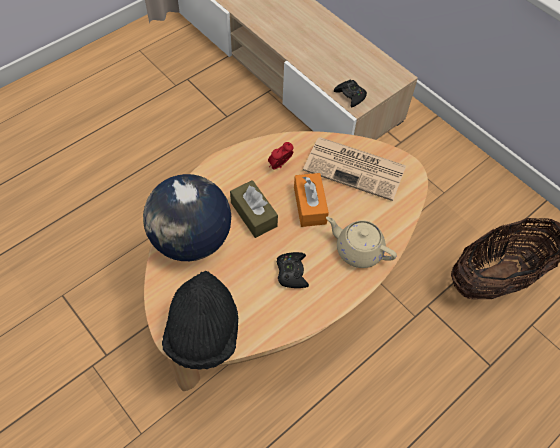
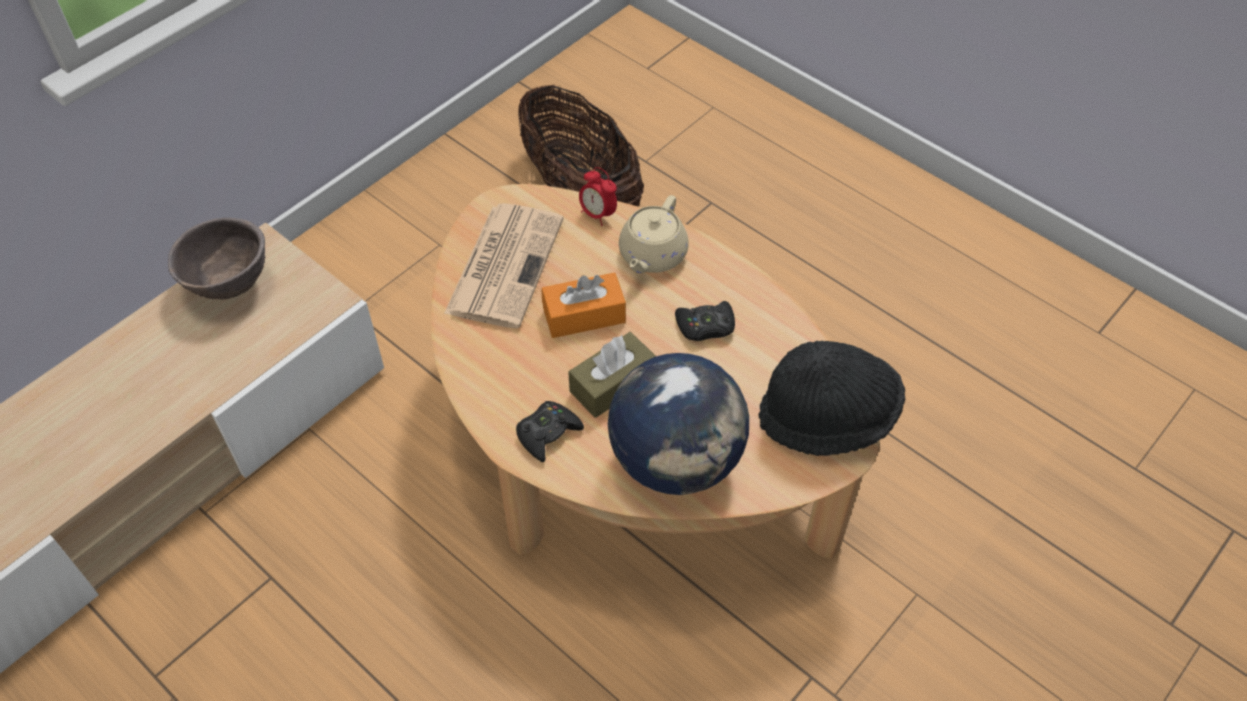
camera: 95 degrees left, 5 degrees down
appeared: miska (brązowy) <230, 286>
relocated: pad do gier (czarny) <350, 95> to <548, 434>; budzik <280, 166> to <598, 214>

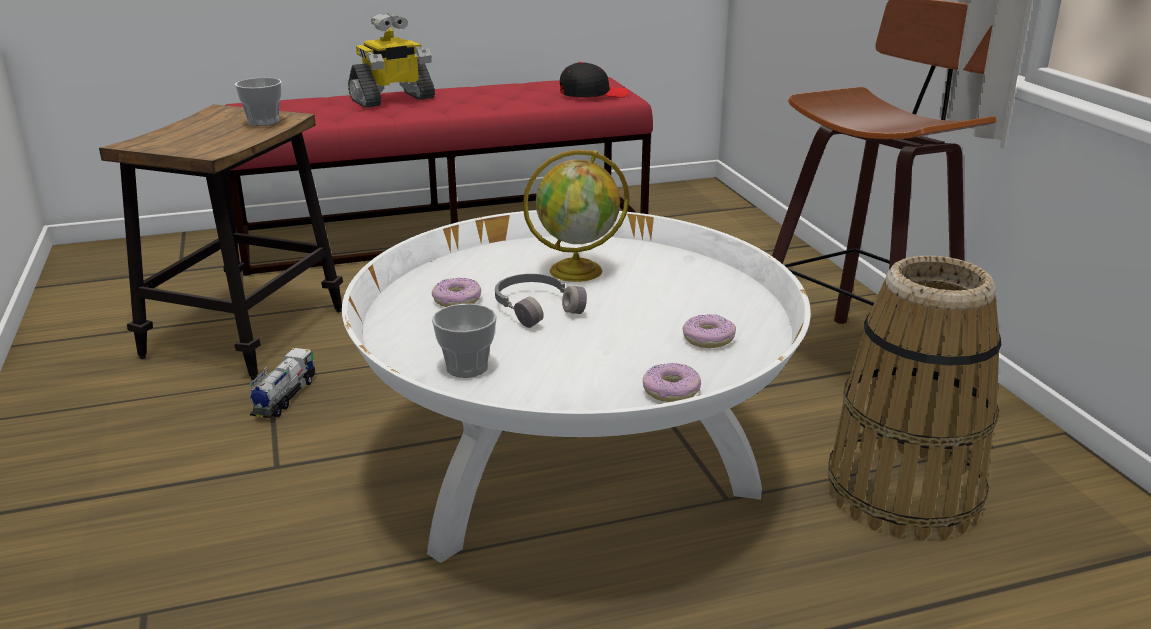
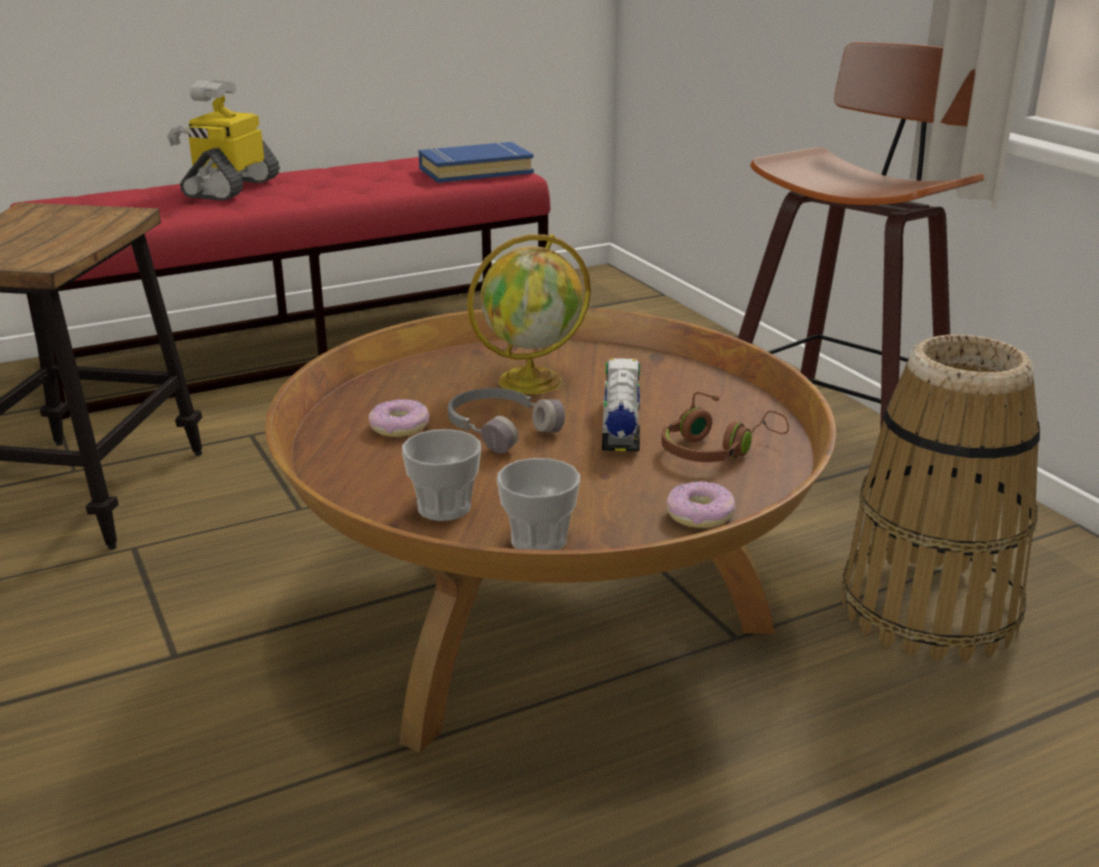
camera: 10 degrees left, 0 degrees up
relocated: filiżanka <263, 122> to <538, 540>; ciężarówka zabawkowa <284, 397> to <621, 427>
exchanged: czapka z daszkiem (czarny) <593, 94> to książka (niebieski) <475, 171>; donut <708, 339> to słuchawki (brązowy) <716, 450>
colour: ława (biały) <575, 469> to ława (brązowy) <549, 621>
spun: robot zabawkowy <392, 99> = <230, 188> 150 degrees clockwise

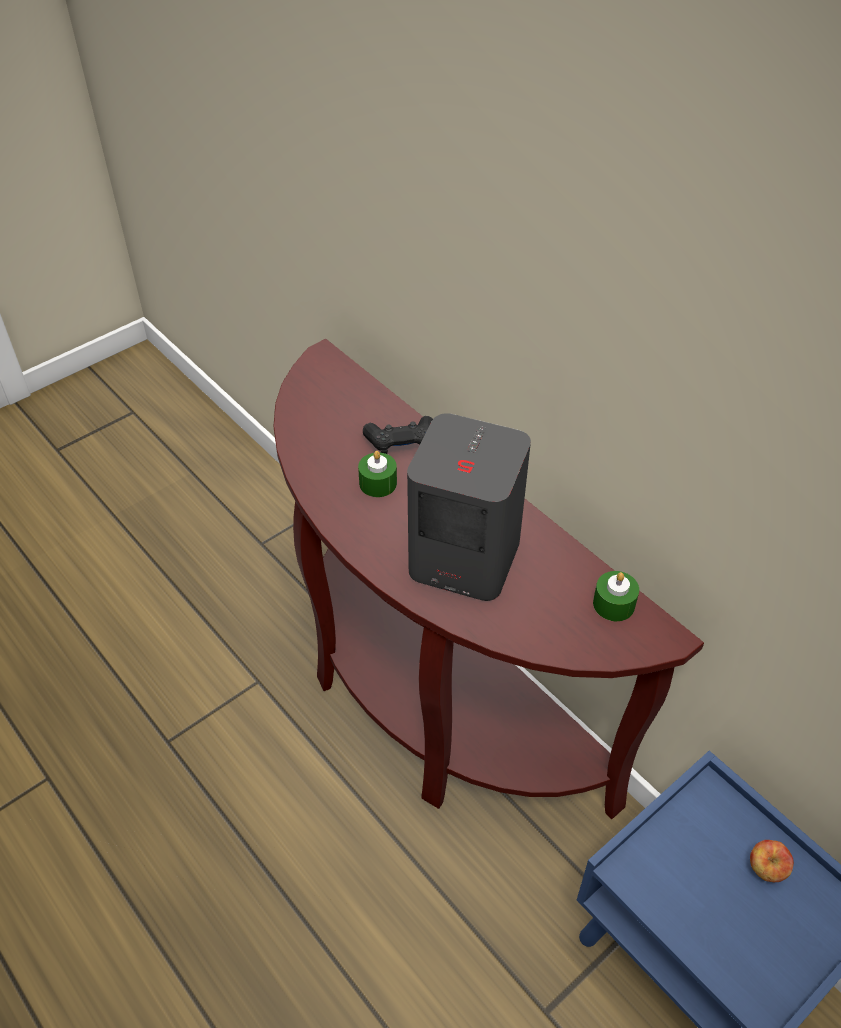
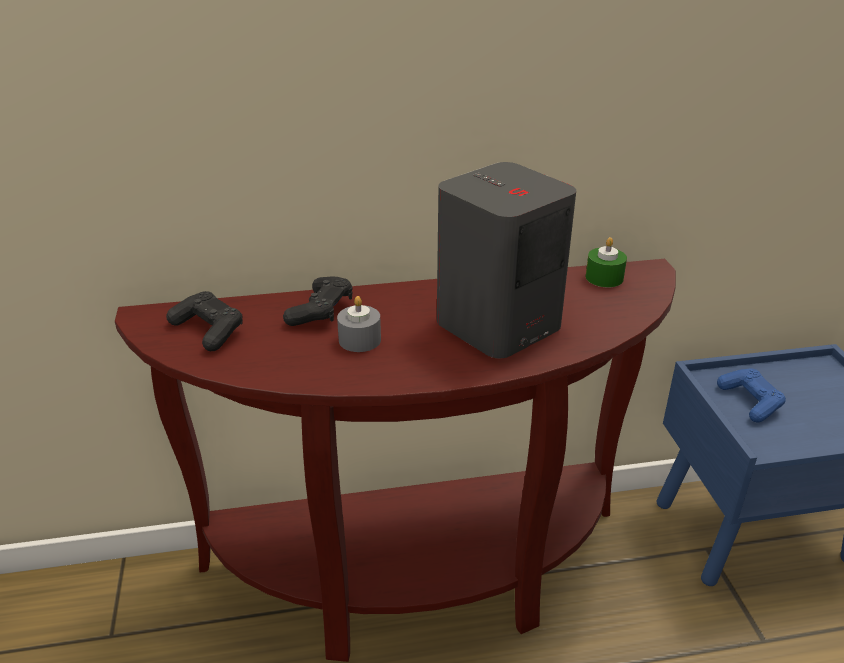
camera: 60 degrees left, 15 degrees down
missing: jabłko <766, 869>
appeared: pad do gier (czarny) <208, 330>; pad do gier (niebieski) <750, 401>
colour: świeca (zielony) <378, 483> to świeca (szary) <359, 340>

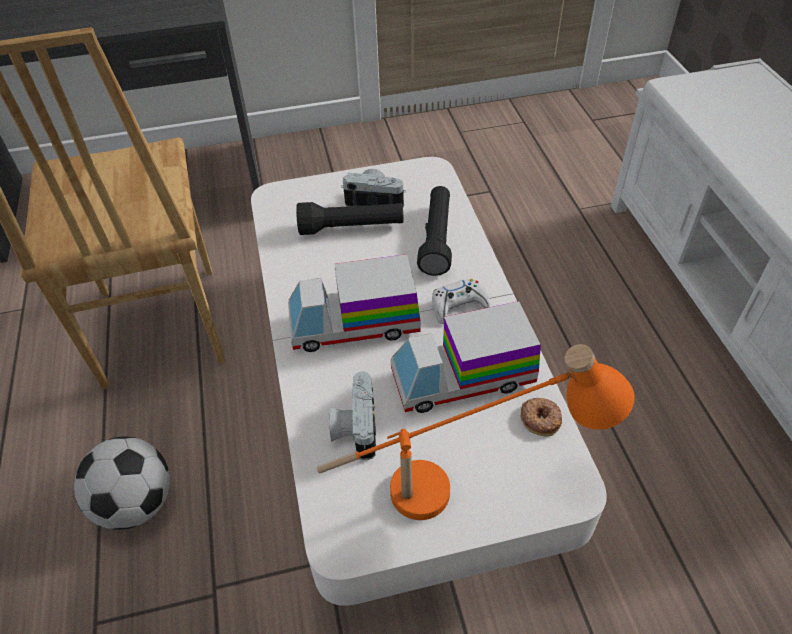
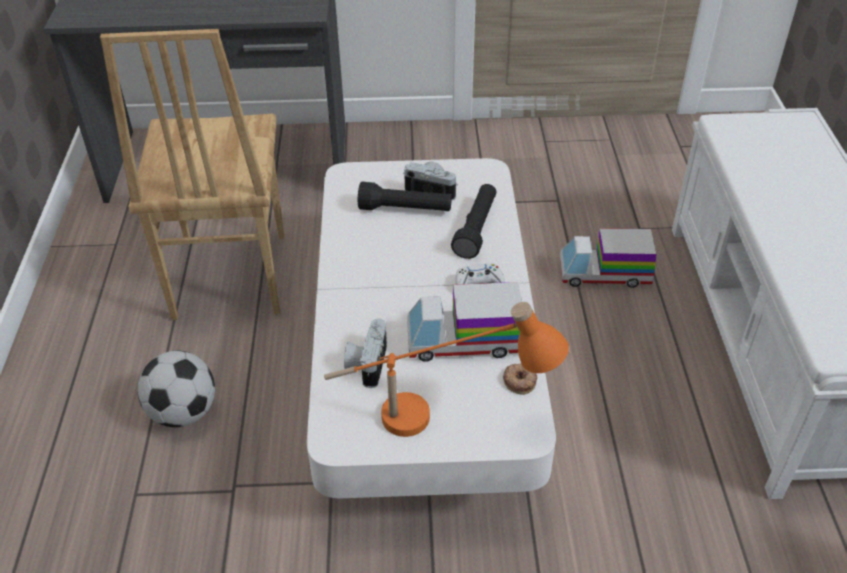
camera: 10 degrees right, 5 degrees down
relocated: ciężarówka zabawkowa <354, 324> to <604, 274>

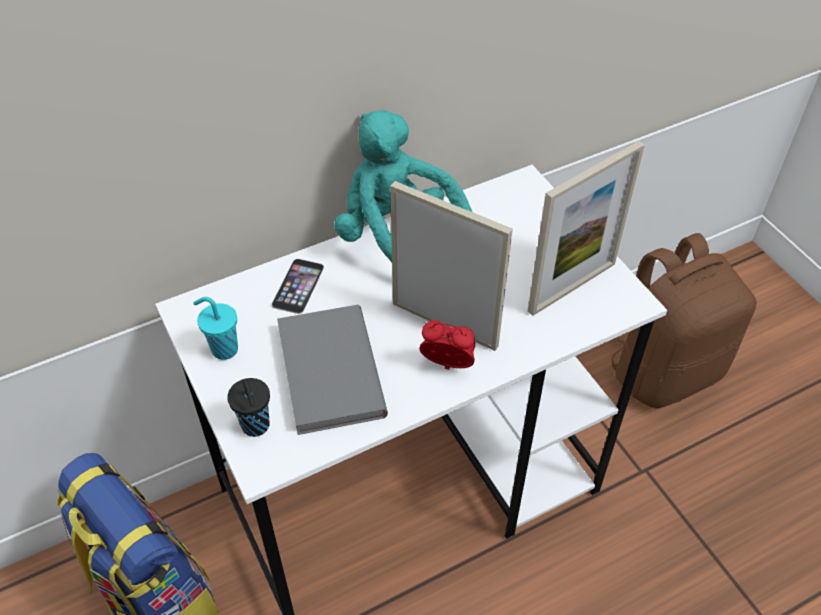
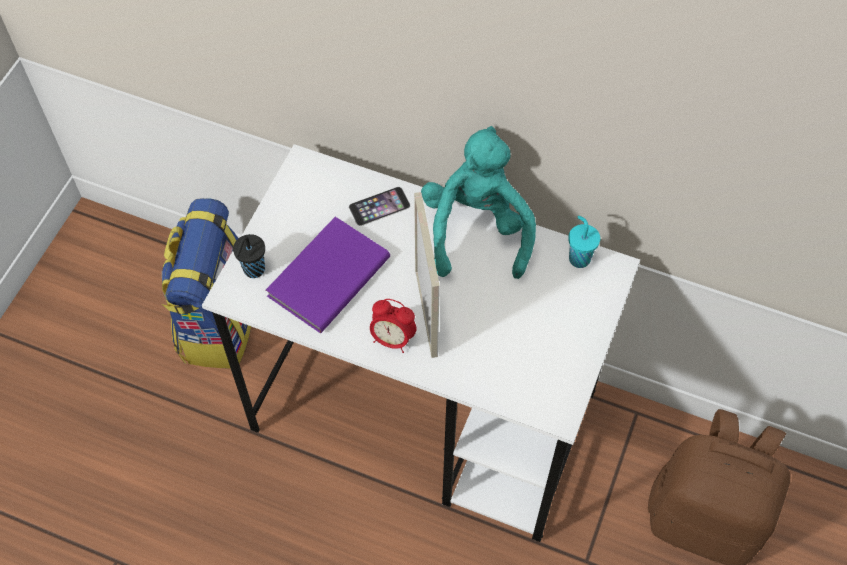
camera: 50 degrees right, 10 degrees up
missing: ramka na zdjęcie <572, 287>
relocated: filiżanka (turkusowy) <223, 349> to <579, 258>
colour: książka (szary) <327, 373> to książka (fioletowy) <325, 276>
spun: budzik <447, 366> = <392, 339> 135 degrees clockwise

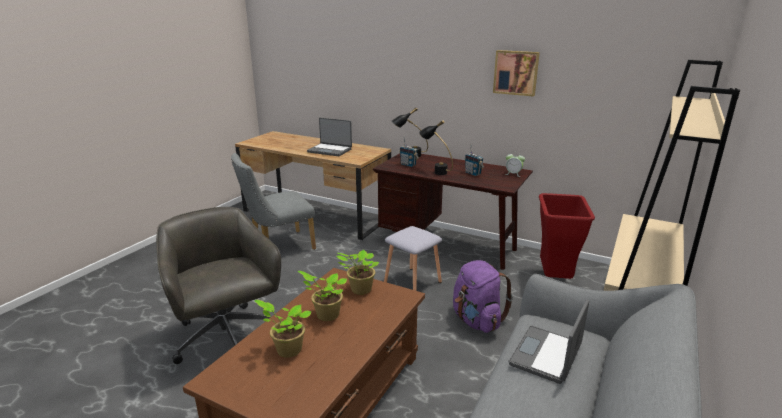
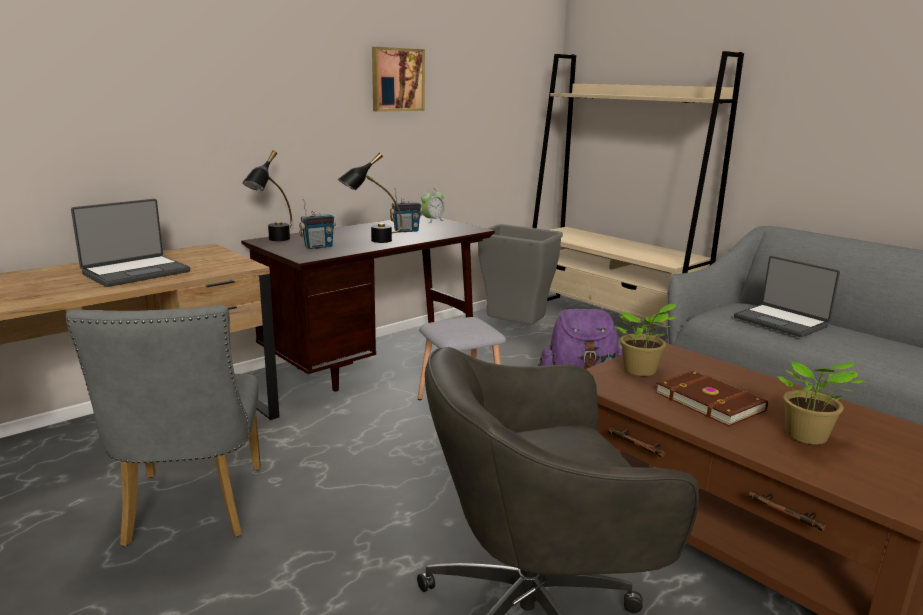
camera: 70 degrees left, 5 degrees down
exchanged: roślina doniczkowa <326, 315> to książka (brązowy) <710, 401>
colour: kosz na śmieci (czerwony) <555, 279> to kosz na śmieci (szary) <516, 331>

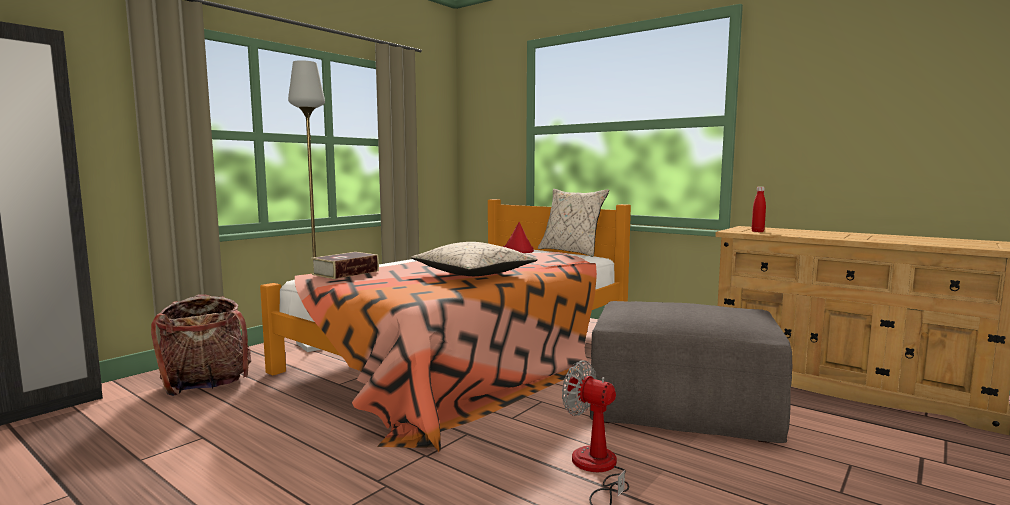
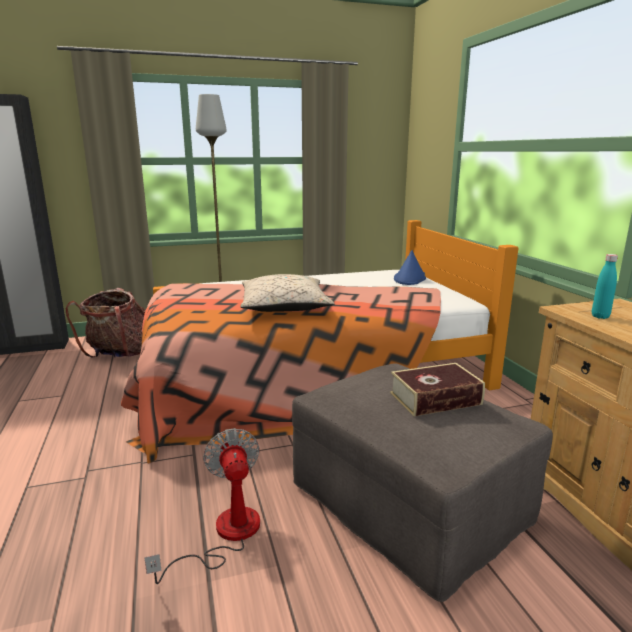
camera: 35 degrees right, 10 degrees up
missing: poduszka (beżowy) <571, 252>
relocated: książka <346, 273> to <435, 398>
colour: butelka (czerwony) <757, 231> to butelka (turkusowy) <600, 316>; kapelusz (czerwony) <518, 249> to kapelusz (niebieski) <410, 278>

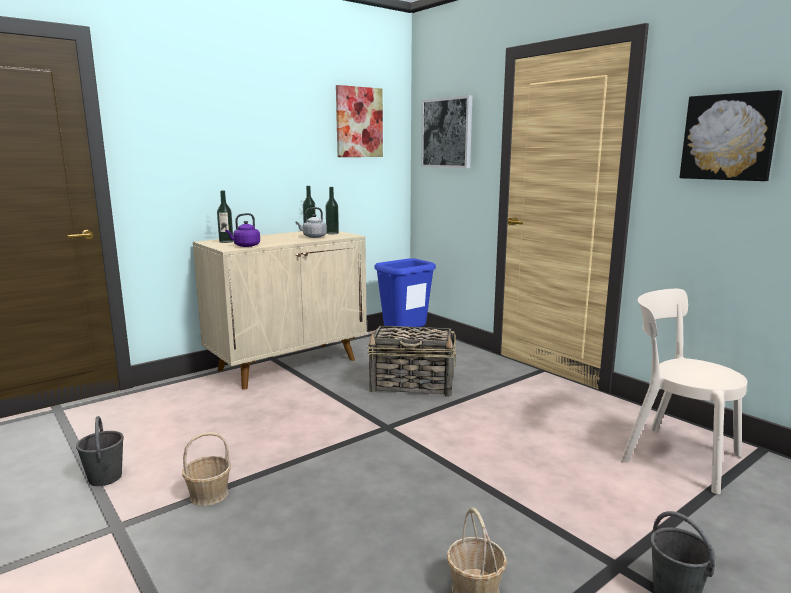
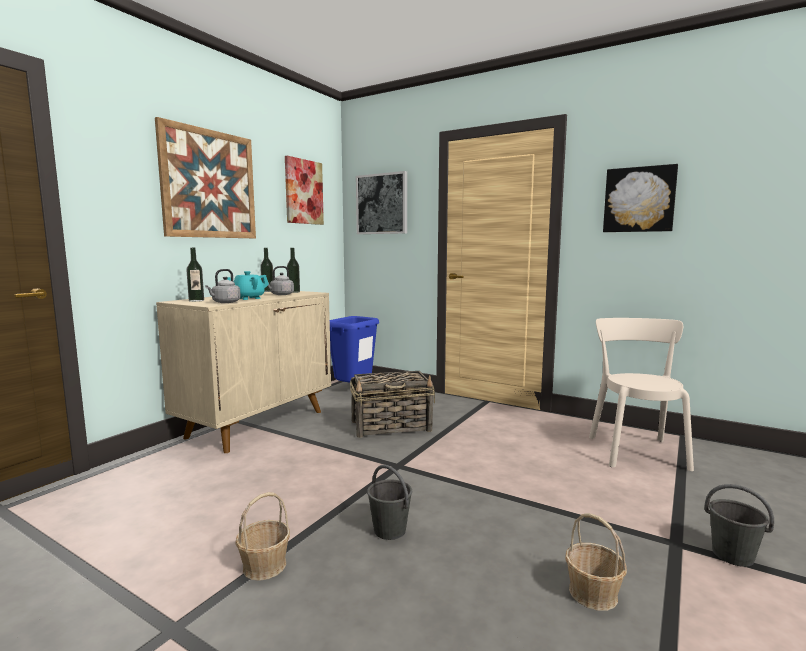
camera: 20 degrees left, 5 degrees down
appeared: obraz <209, 184>; imbryk (turkusowy) <248, 298>
relocated: wiadro (szary) <105, 477> to <389, 530>
colour: czajnik (fioletowy) <245, 246> to czajnik (szary) <225, 302>
spun: krzesło (beżowy) <674, 456> = <635, 450> 75 degrees clockwise

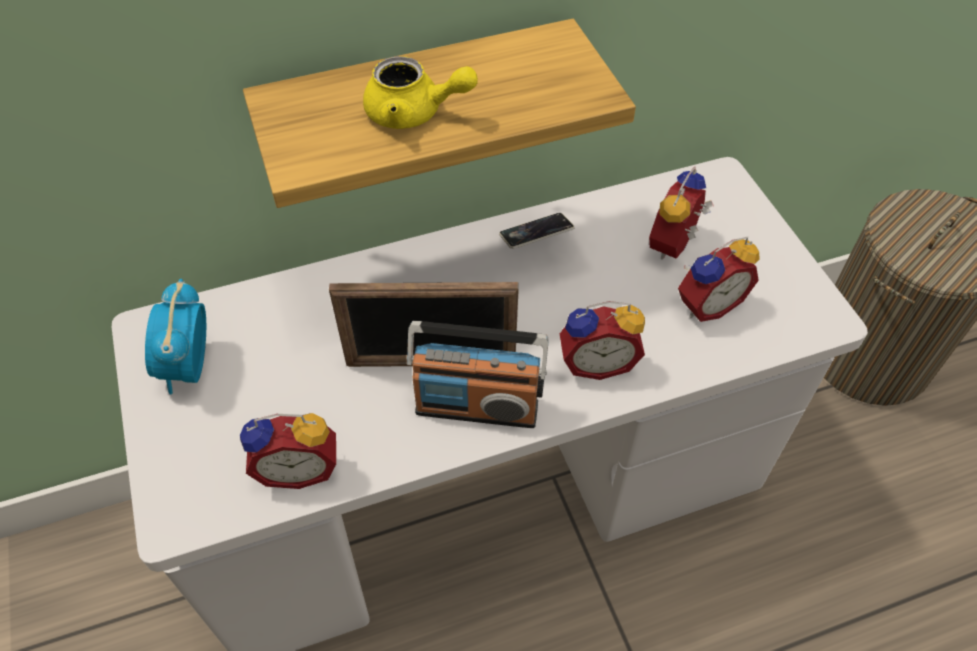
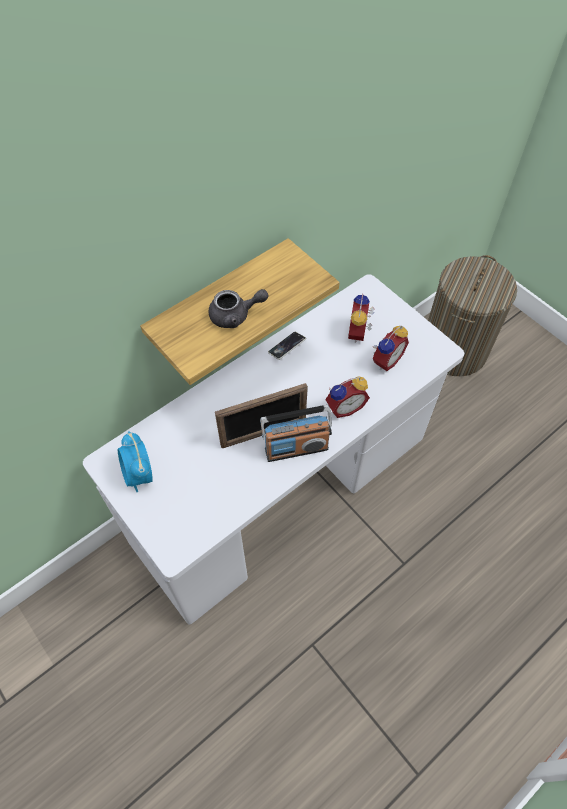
camera: 20 degrees left, 5 degrees up
missing: budzik <299, 467>
colour: imbryk (żółty) <414, 113> to imbryk (szary) <235, 316>

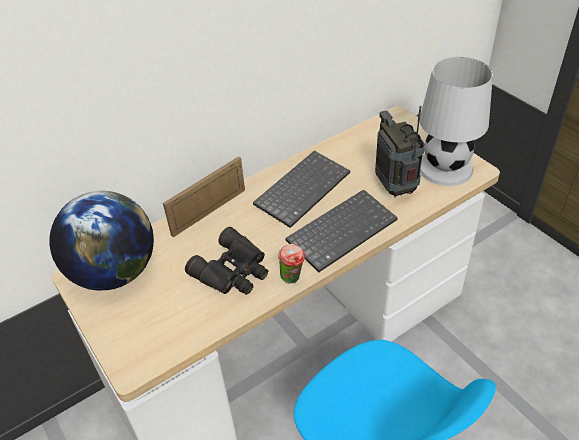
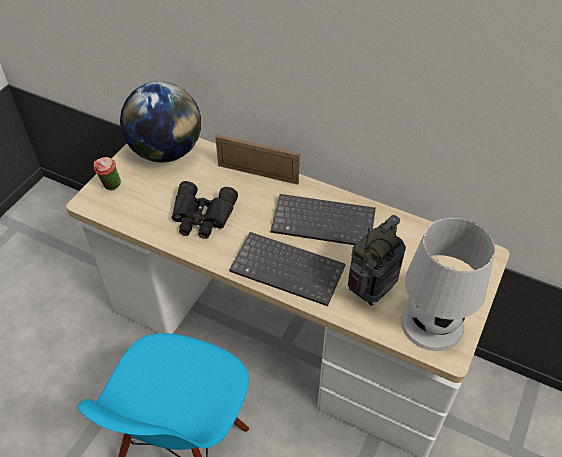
camera: 60 degrees right, 5 degrees up
relocated: filiżanka <293, 279> to <111, 187>

